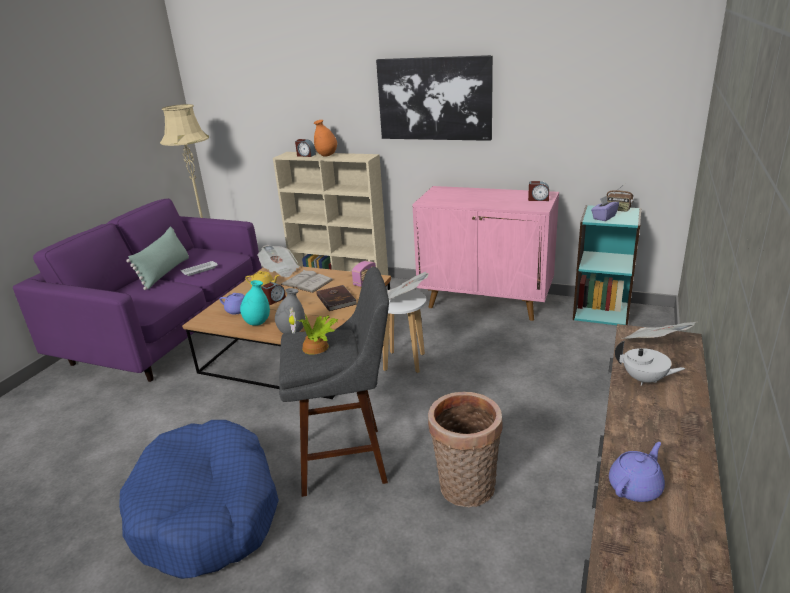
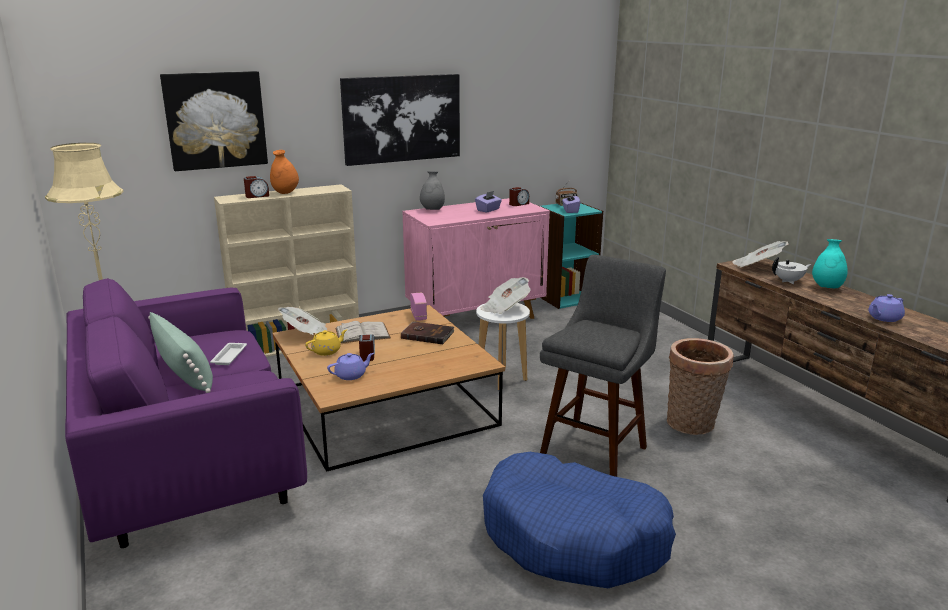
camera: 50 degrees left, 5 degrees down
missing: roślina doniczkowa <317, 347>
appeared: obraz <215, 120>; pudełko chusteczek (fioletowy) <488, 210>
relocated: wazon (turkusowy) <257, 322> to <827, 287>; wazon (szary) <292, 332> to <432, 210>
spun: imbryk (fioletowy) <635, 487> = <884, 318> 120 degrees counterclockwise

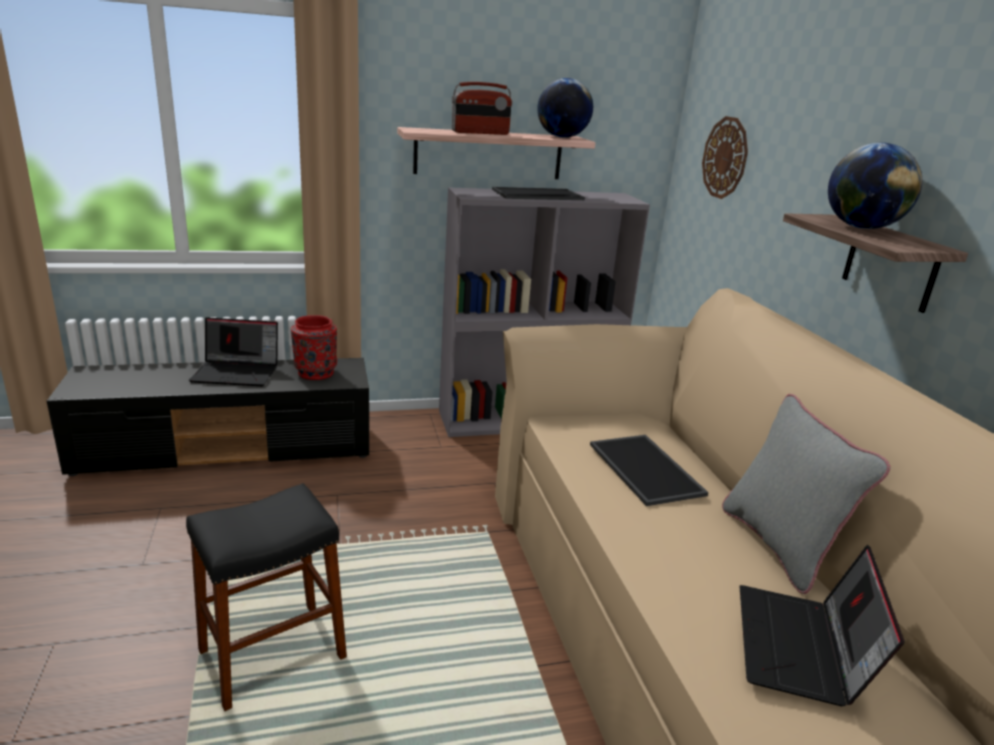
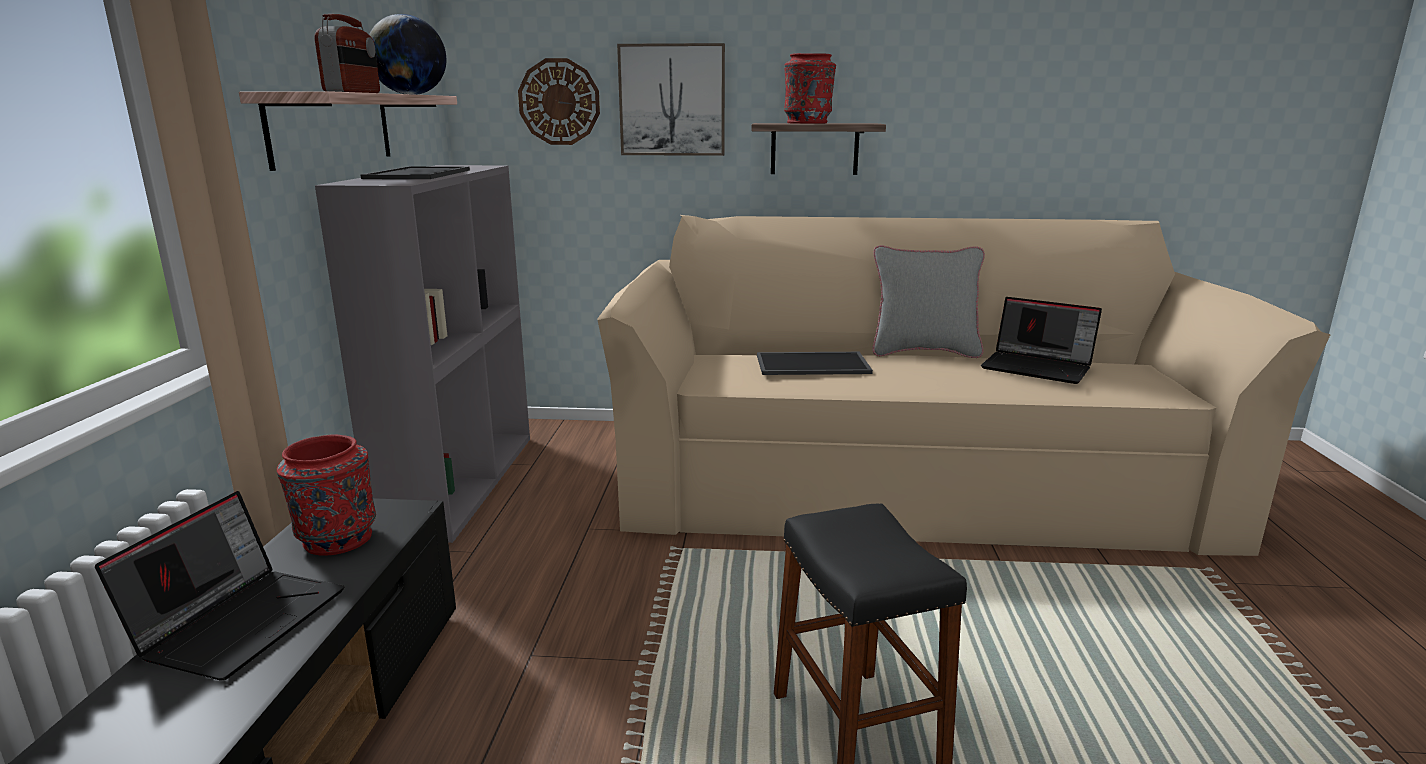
camera: 70 degrees left, 5 degrees down
appeared: obraz <672, 100>
exchanged: globus <861, 228> to wazon (czerwony) <808, 123>

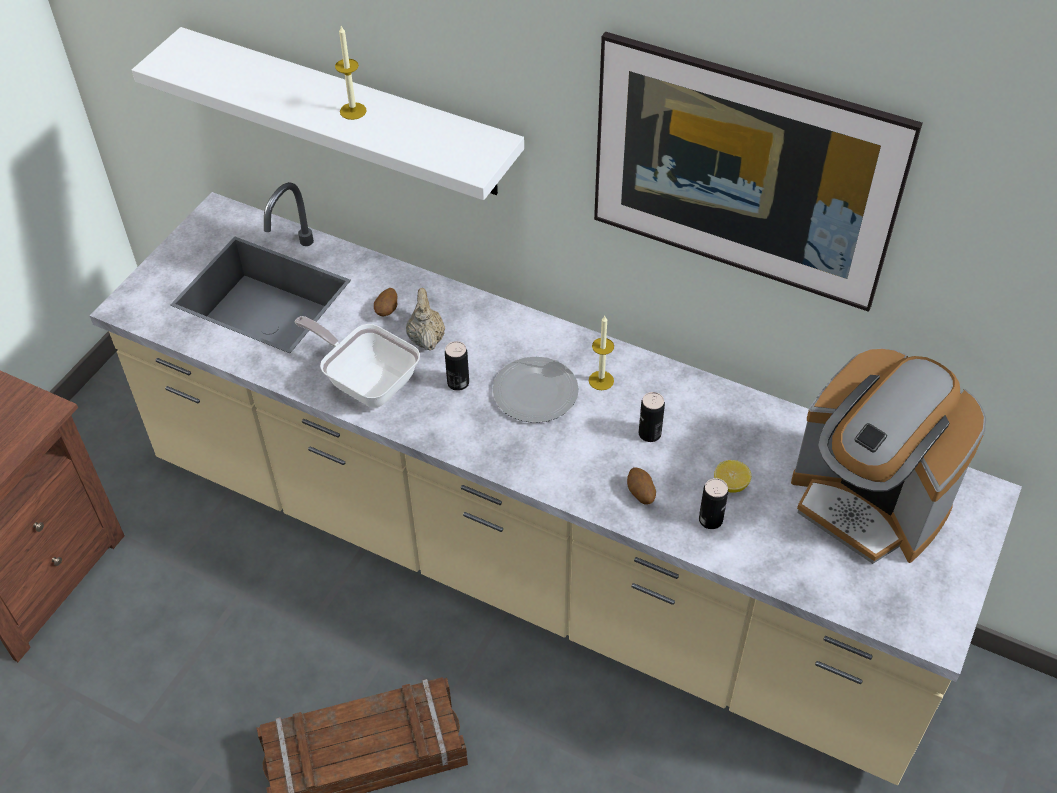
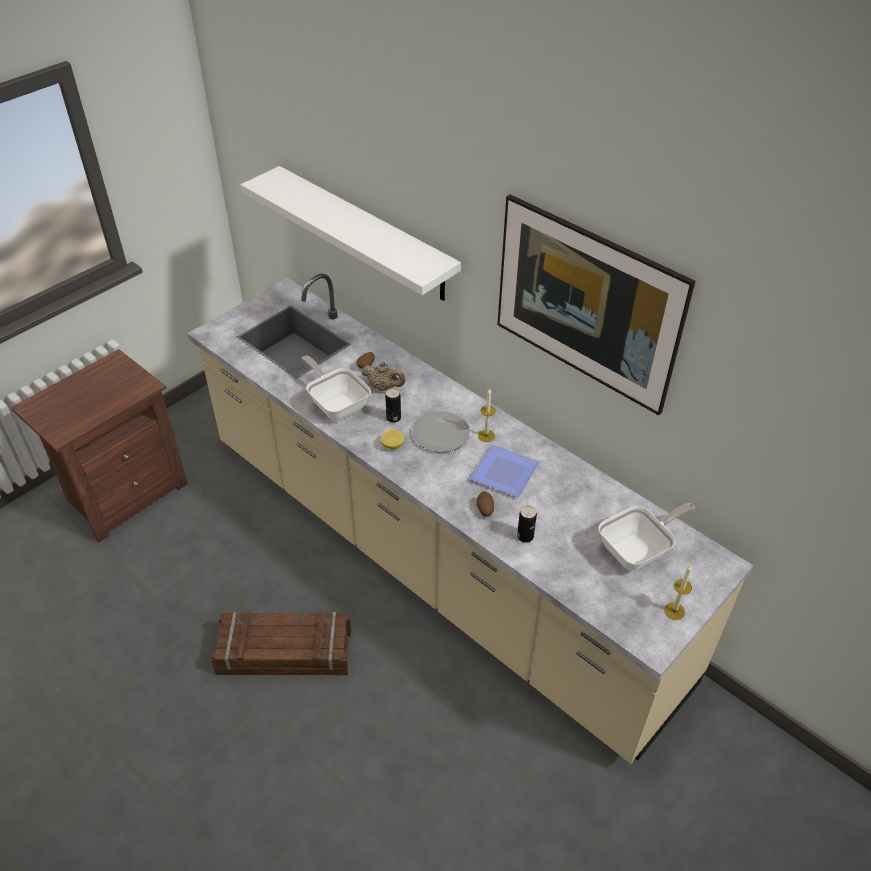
camera: 15 degrees right, 5 degrees down
relocated: świeca <353, 111> to <674, 611>; cytryna <730, 484> to <392, 445>
exchanged: ekspres do kawy <868, 502> to patelnia <638, 550>; puszka <649, 434> to talerz <505, 475>
spun: imbryk (beżowy) <426, 338> = <384, 387> 105 degrees clockwise

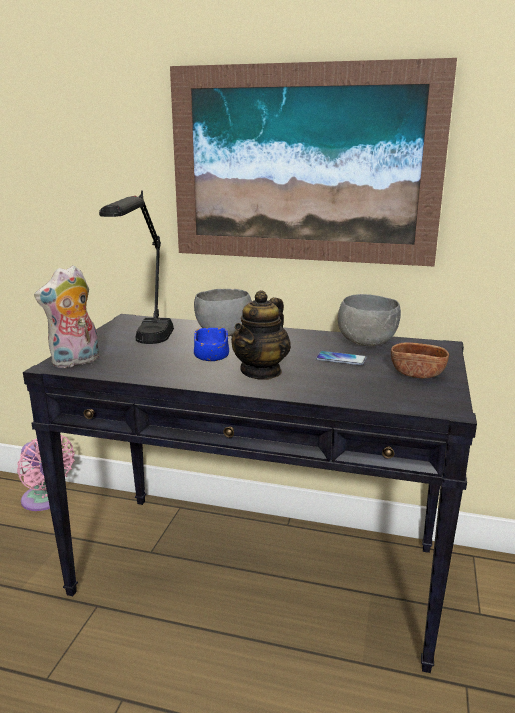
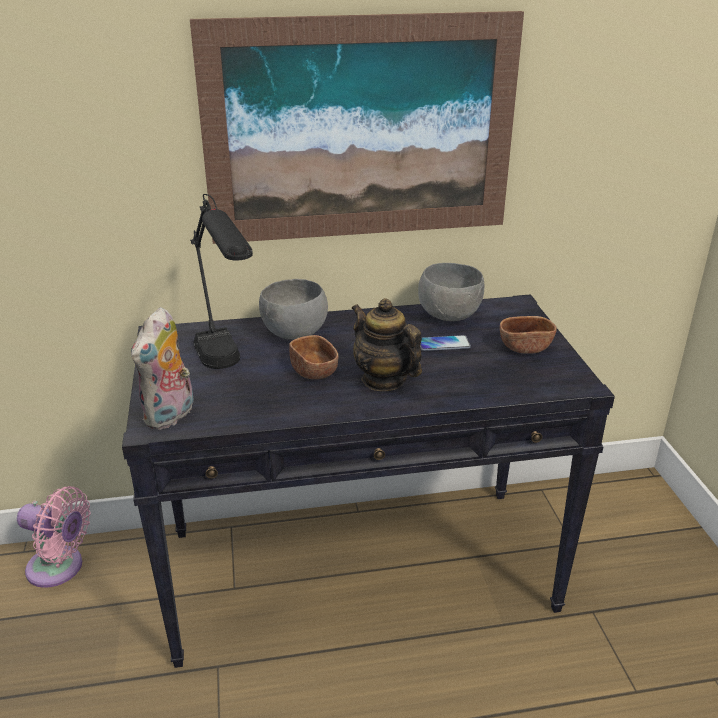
camera: 25 degrees left, 10 degrees up
colour: miska (niebieski) <211, 356> to miska (brązowy) <314, 371>
spun: imbryk <261, 371> = <384, 380> 135 degrees clockwise

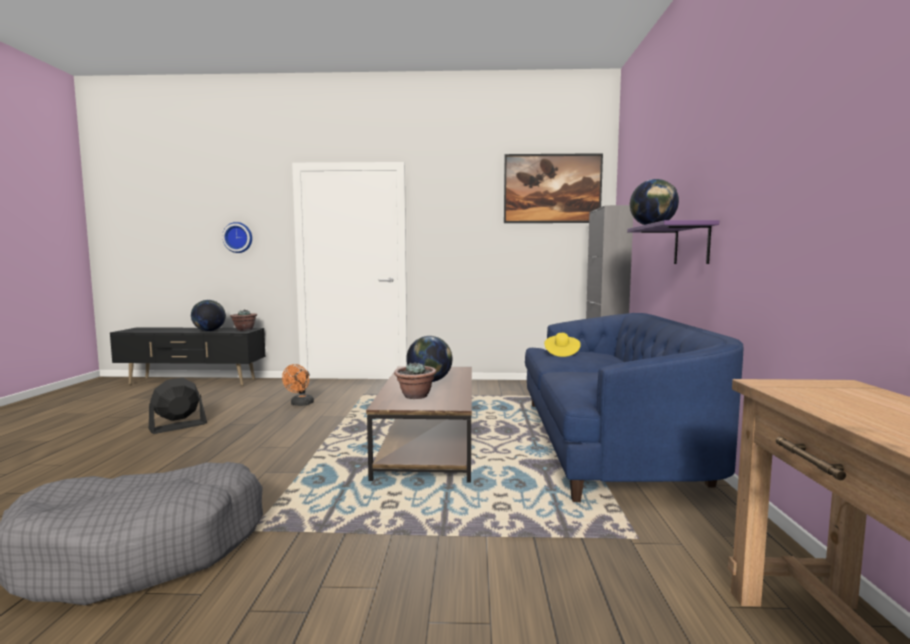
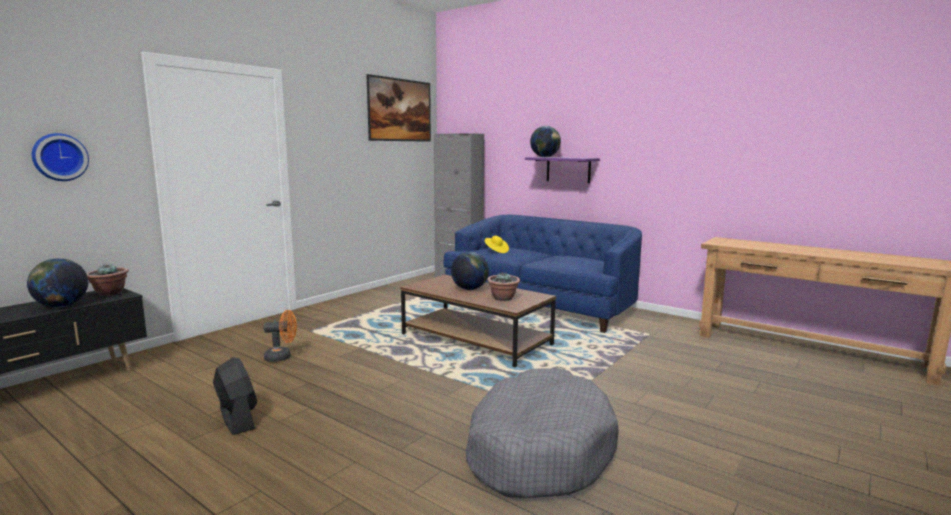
camera: 55 degrees left, 5 degrees up
spun: wentylator (pomarańczowy) <300, 404> = <282, 357> 60 degrees counterclockwise; wentylator (czarny) <178, 427> = <237, 419> 150 degrees clockwise

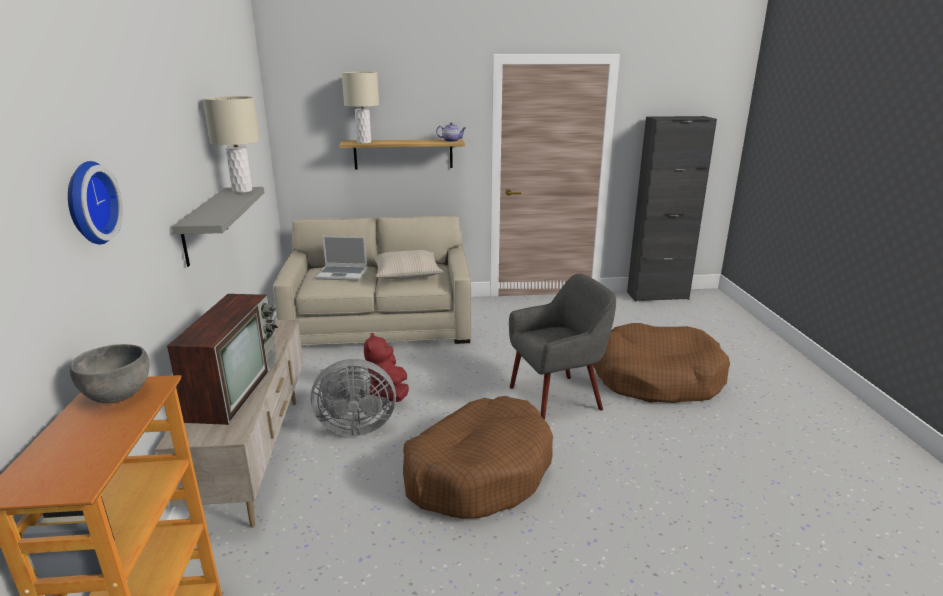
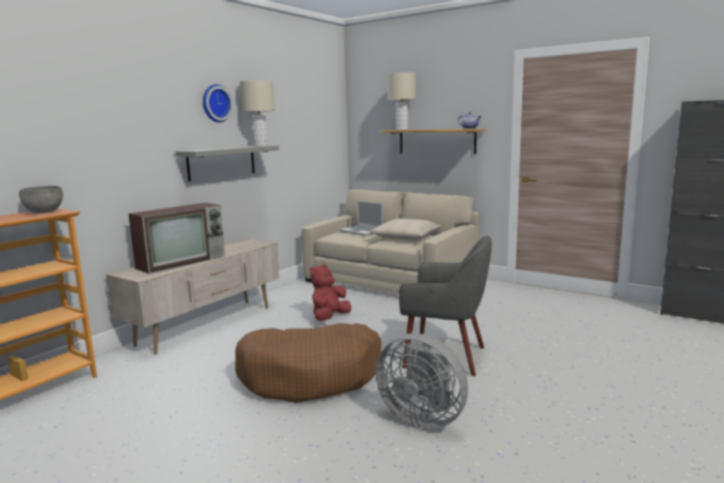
camera: 40 degrees right, 10 degrees down
missing: legowisko (brązowy) <656, 378>
relocated: zegar ścienny <87, 203> to <215, 103>; wentylator (szary) <354, 426> to <422, 418>

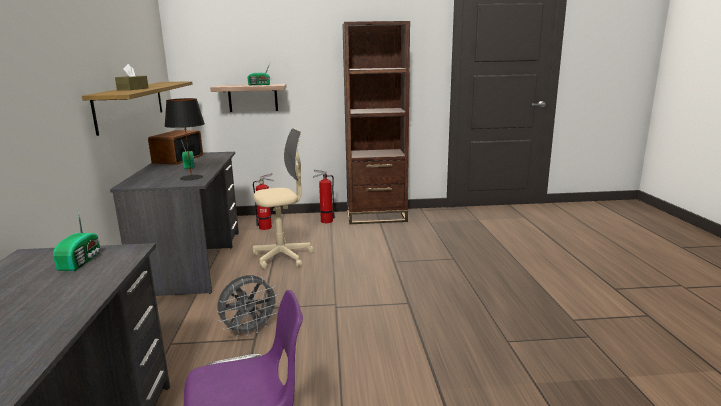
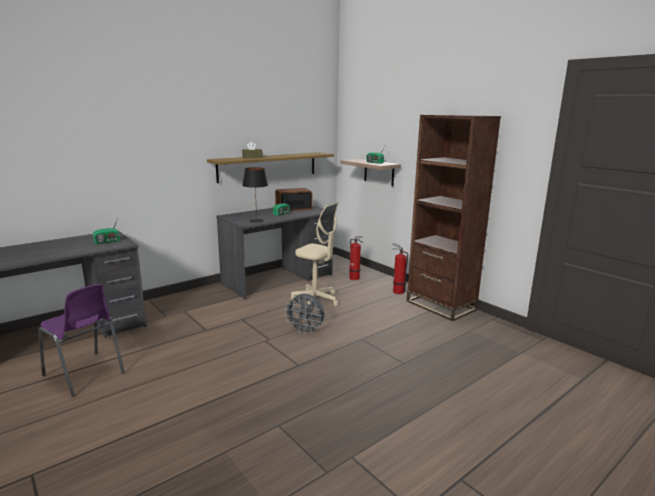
camera: 55 degrees right, 0 degrees up
relocated: wentylator (szary) <249, 331> to <305, 332>

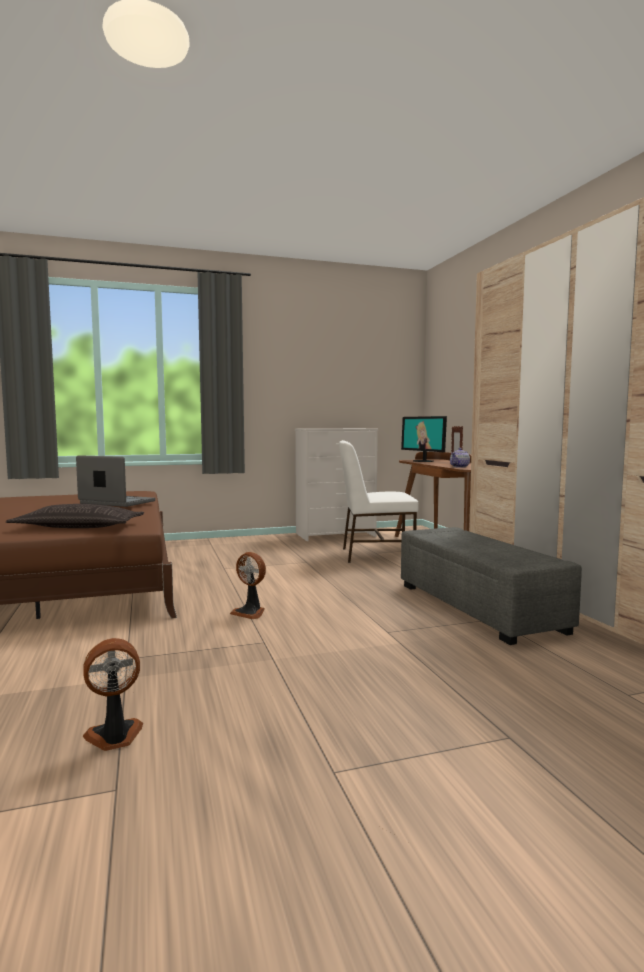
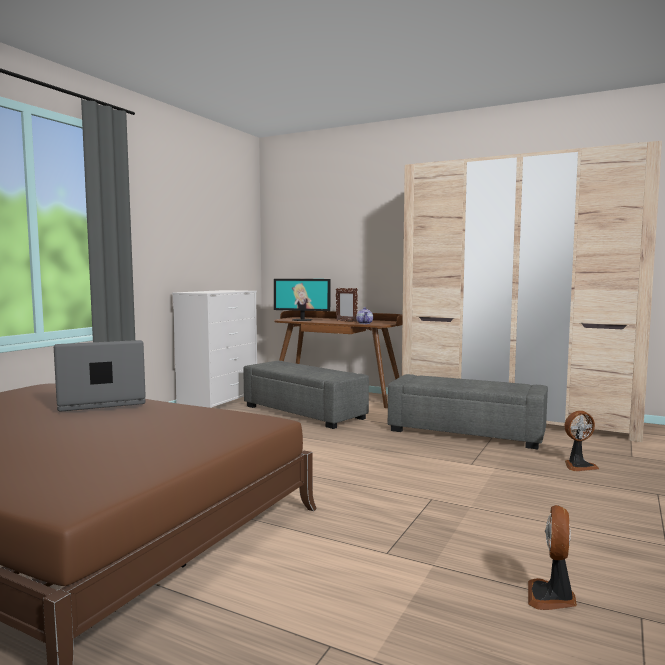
camera: 45 degrees left, 0 degrees up
missing: poduszka <79, 527>
relocated: wentylator <250, 612> to <578, 466>
exchanged: krzesło (biały) <375, 555> to pufa (szary) <303, 412>

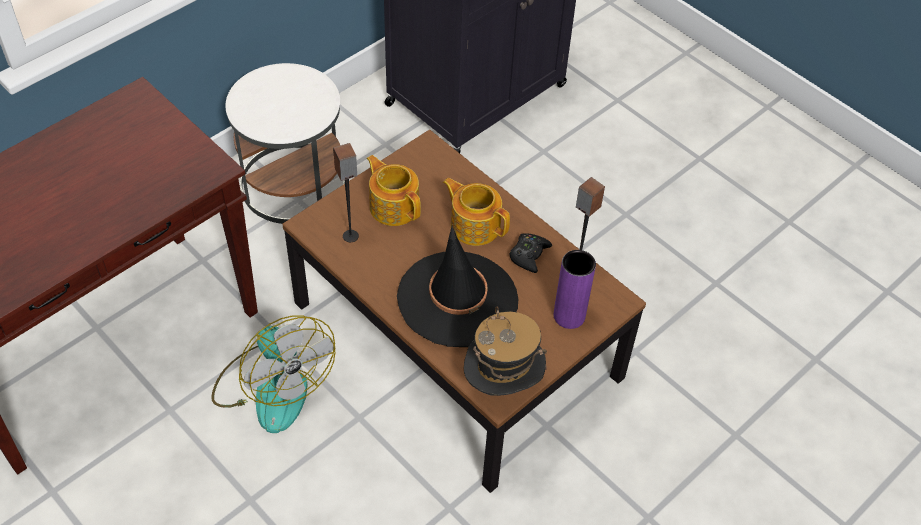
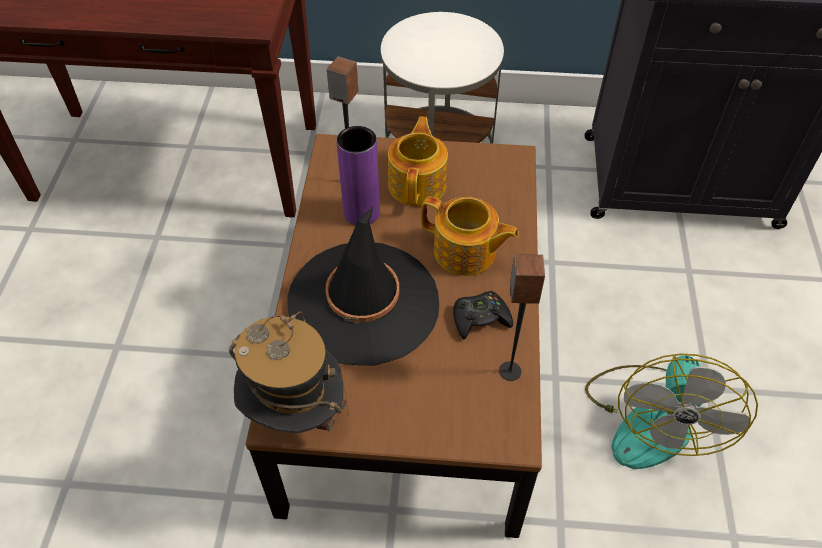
camera: 50 degrees right, 0 degrees up
relocated: wazon (fioletowy) <569, 316> to <361, 212>; wentylator <272, 386> to <651, 418>
spun: imbryk <474, 225> = <466, 252> 120 degrees clockwise

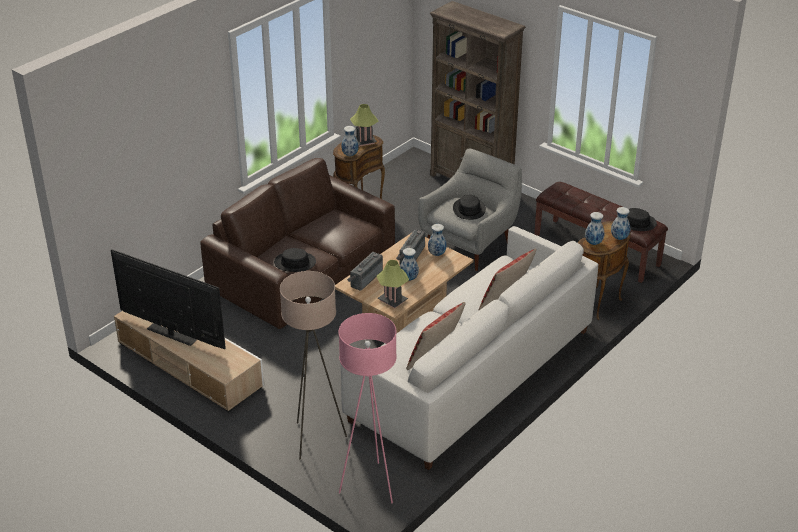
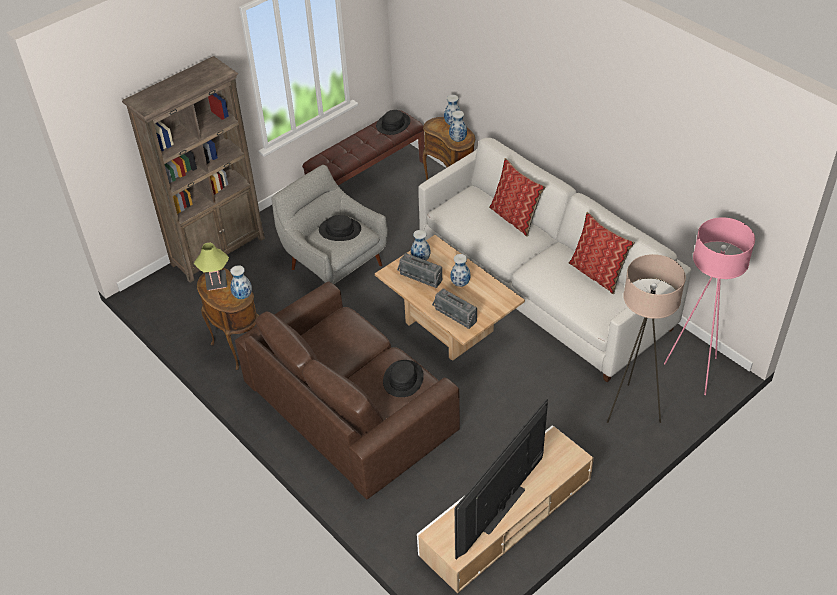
camera: 80 degrees left, 10 degrees up
missing: lampa stołowa <392, 300>

